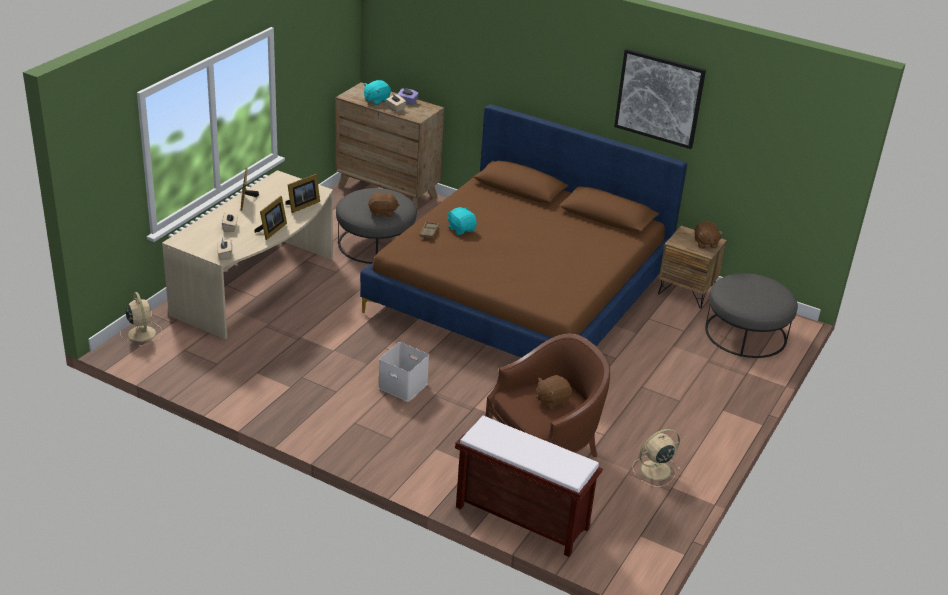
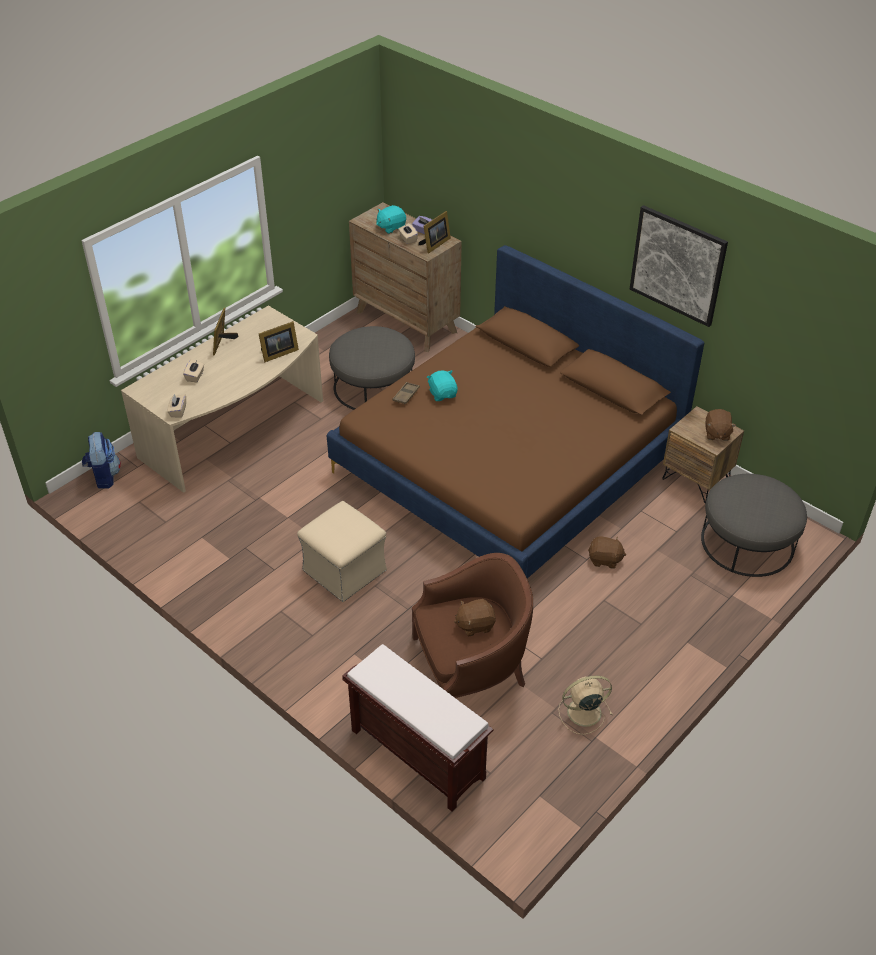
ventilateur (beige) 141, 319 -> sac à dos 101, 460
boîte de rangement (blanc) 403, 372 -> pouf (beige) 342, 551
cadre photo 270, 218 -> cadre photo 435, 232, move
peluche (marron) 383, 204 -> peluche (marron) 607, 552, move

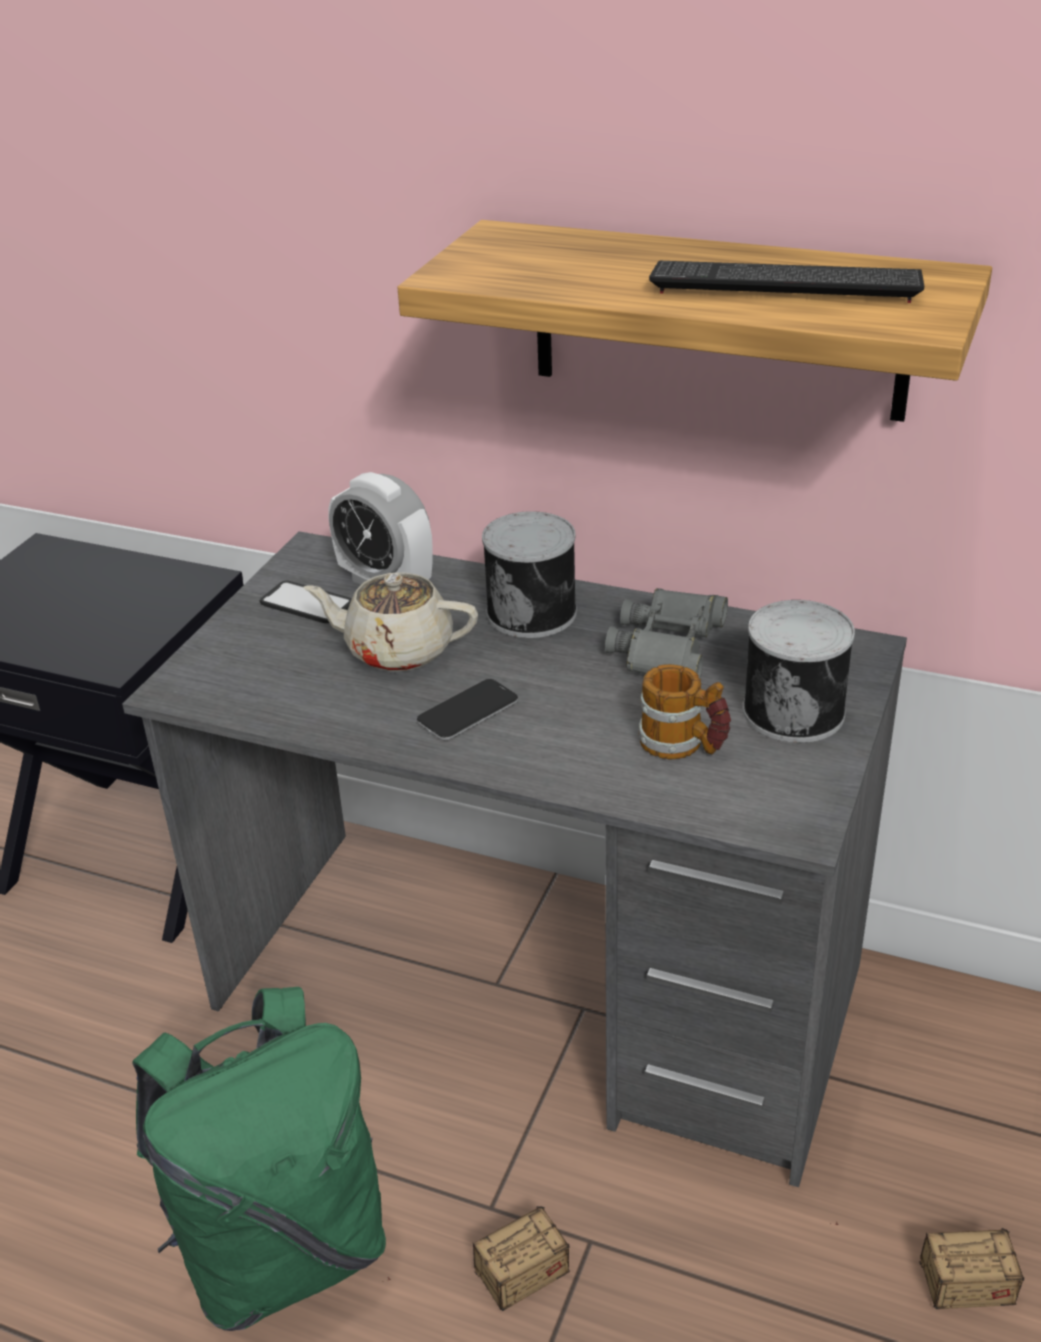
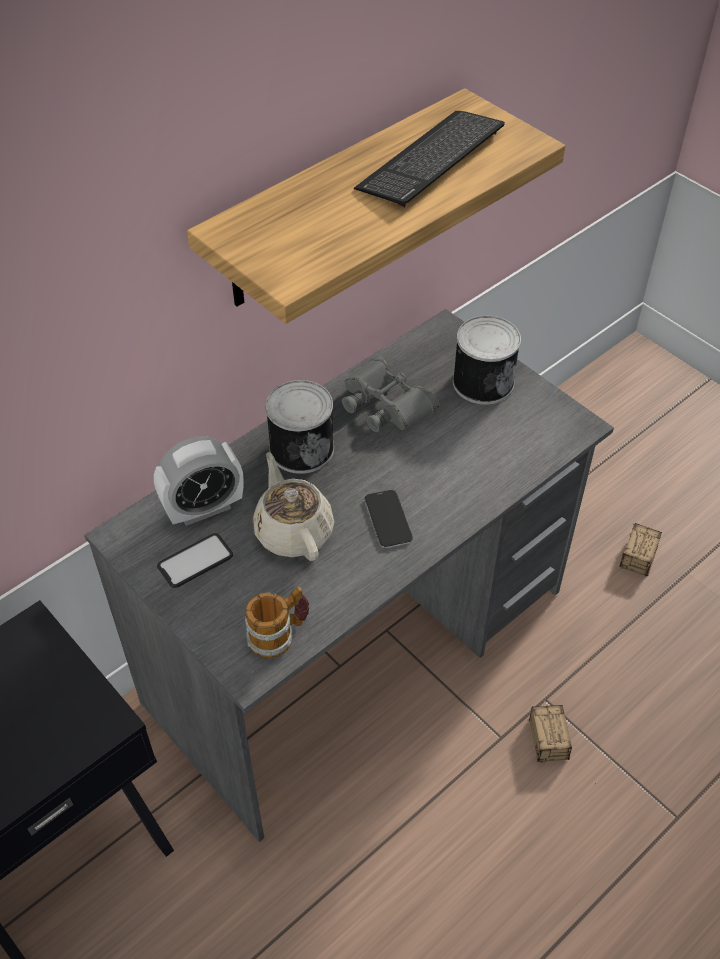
mug 685, 712 -> mug 277, 622, move
théière (beige) 390, 621 -> théière (beige) 293, 506, 120 degrees clockwise
sac à dos (vert) 259, 1159 -> none

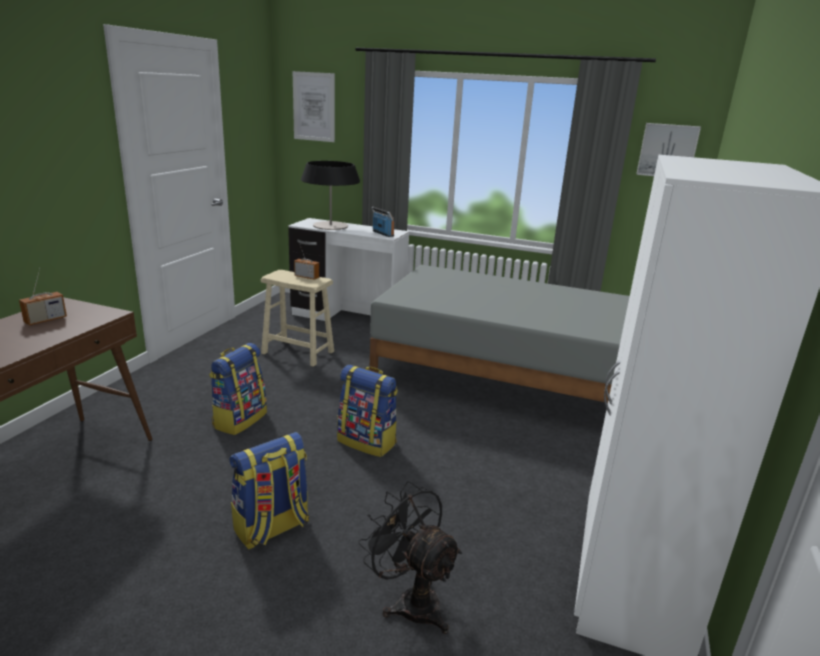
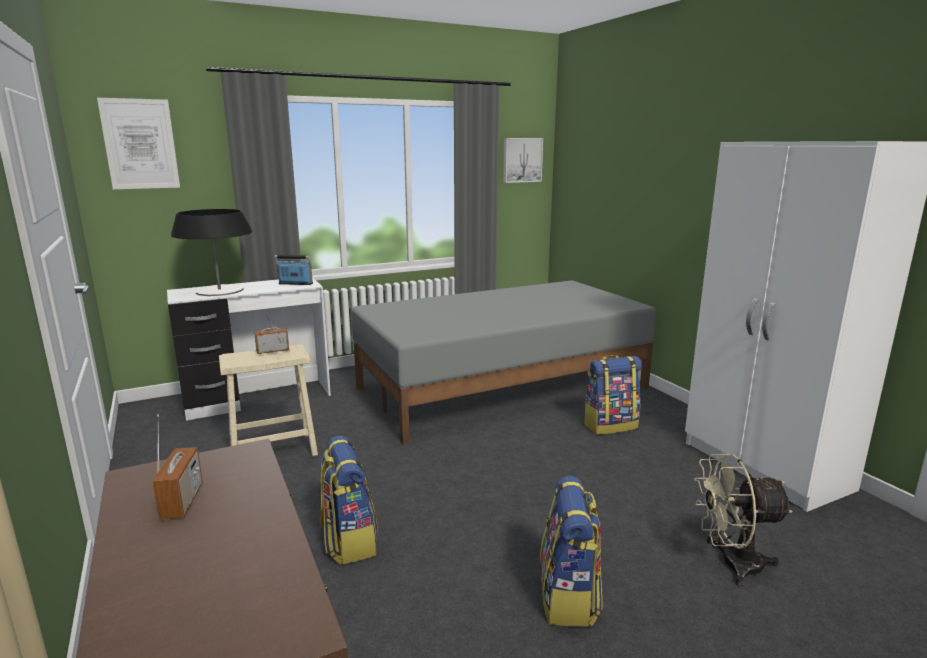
sac à dos 367, 411 -> sac à dos 612, 395, move
ventilateur (noir) 410, 557 -> ventilateur (beige) 743, 519

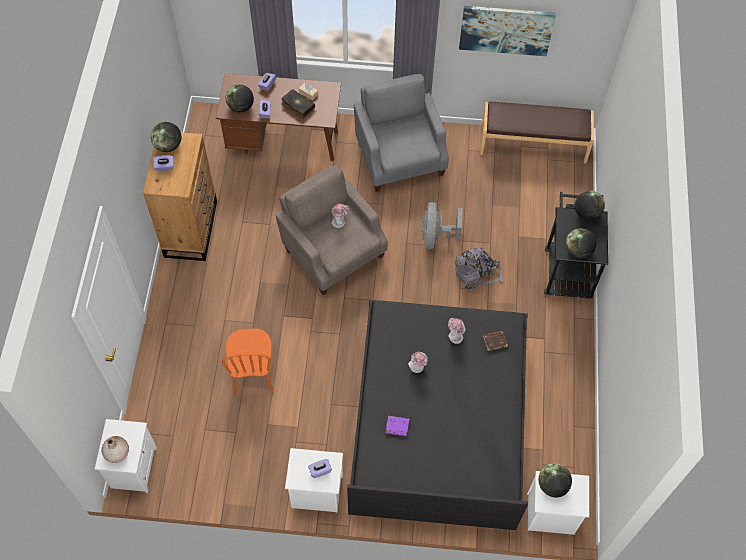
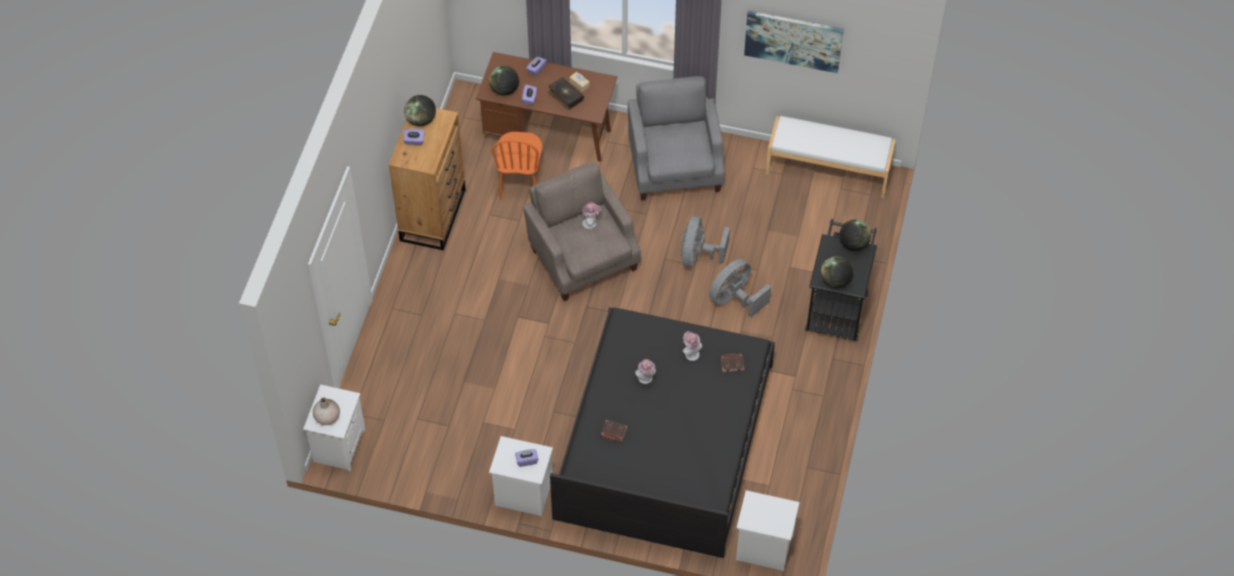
chaise (orange) 247, 361 -> chaise (orange) 517, 165, move
livre (violet) 397, 426 -> livre (marron) 614, 431
sac à dos (gris) 479, 269 -> ventilateur (gris) 740, 288
banc (marron) 537, 132 -> banc (blanc) 831, 157
globe 555, 480 -> none

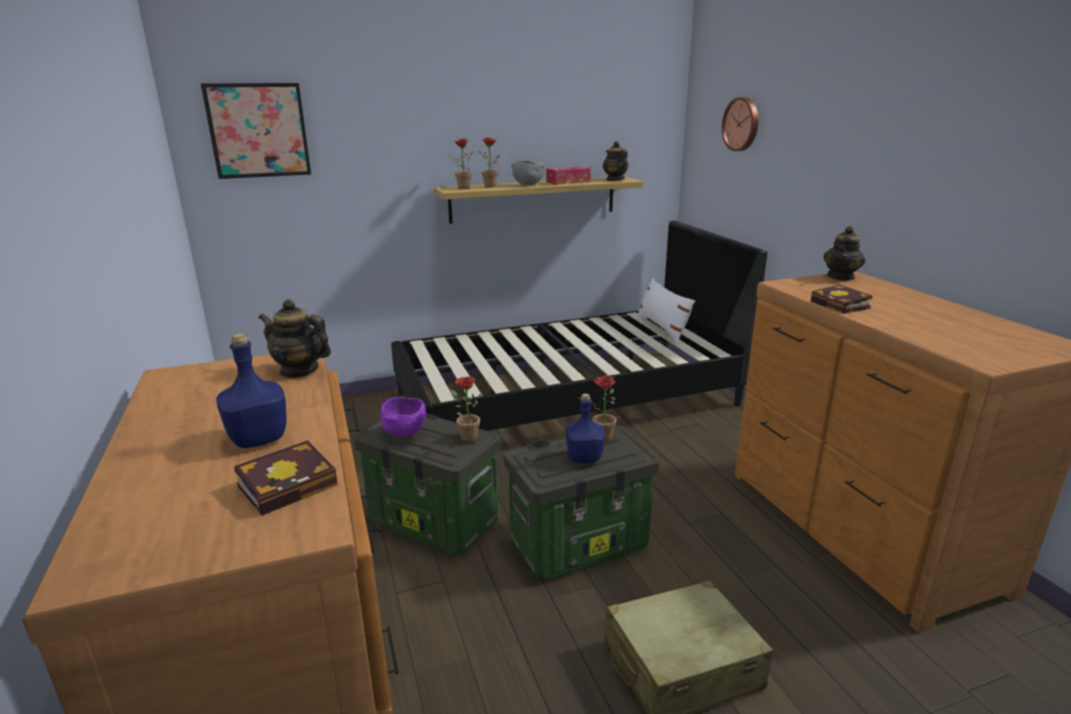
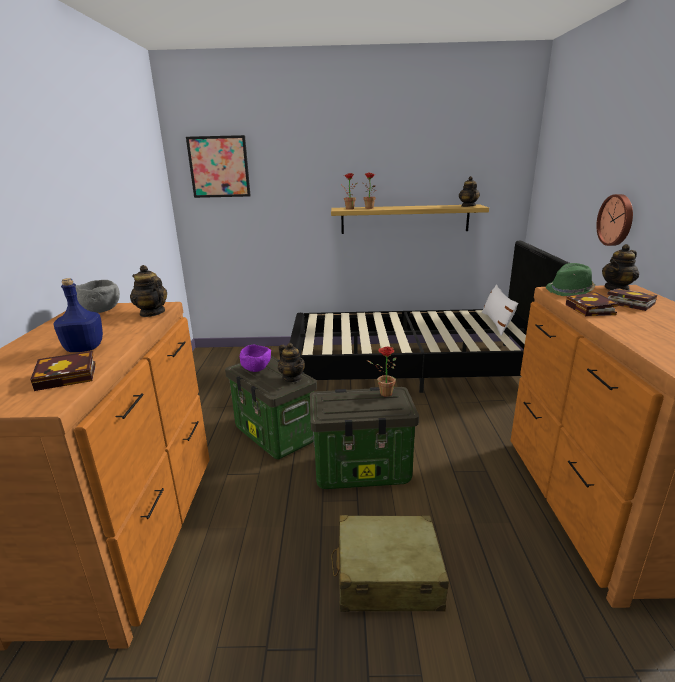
bol (gris) 528, 172 -> bol (gris) 97, 296, move
plante en pot 467, 409 -> théière 291, 362
none -> chapeau (vert) 570, 279
horloge murale 740, 124 -> horloge murale 614, 220, move
none -> livre 632, 299
boîte à mouchoirs 568, 175 -> none
bouteille (bleu) 585, 428 -> none

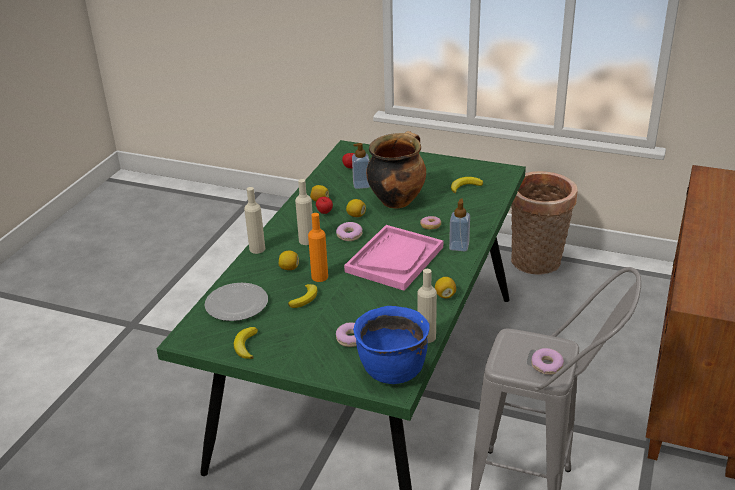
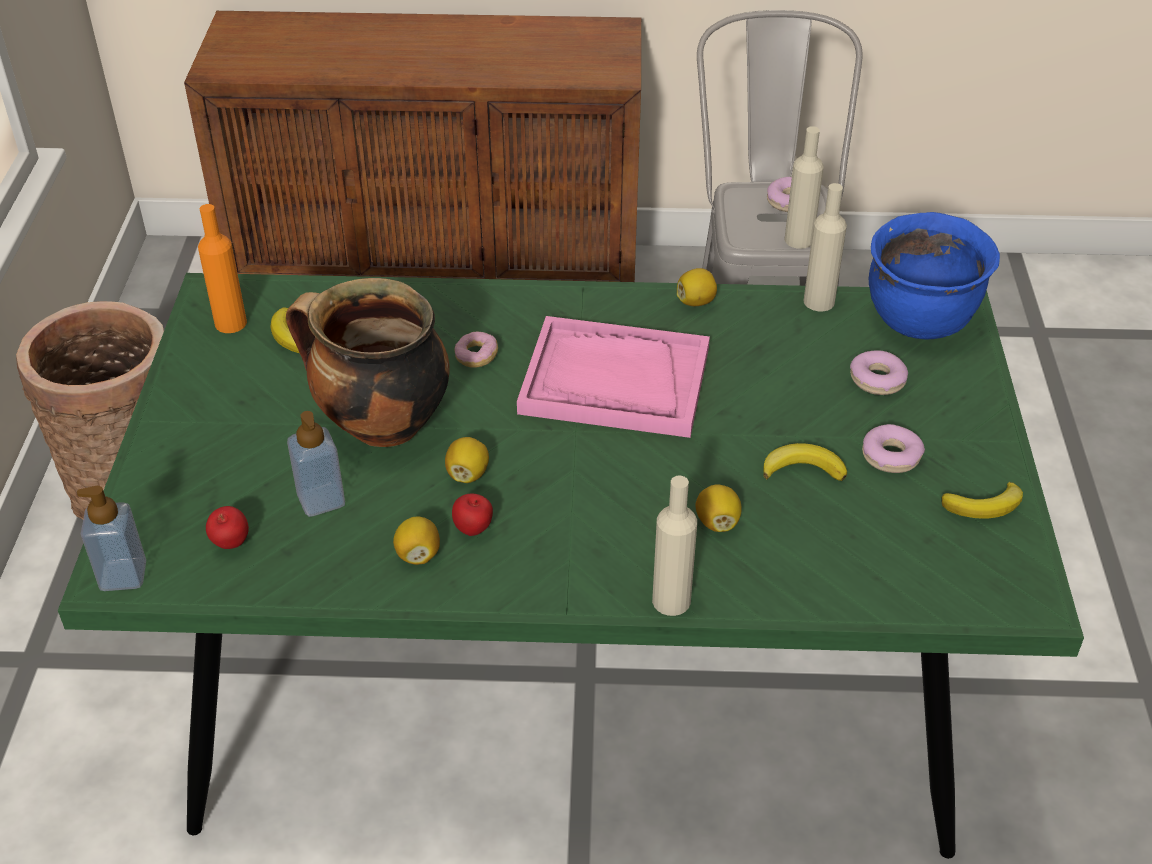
distributeur de savon 459, 225 -> distributeur de savon 111, 538, move
bouteille (orange) 318, 247 -> bouteille (orange) 222, 268, move
bouteille (beige) 304, 212 -> bouteille (beige) 804, 187, move
beignet 349, 231 -> beignet 893, 448, move
assiette 236, 302 -> none

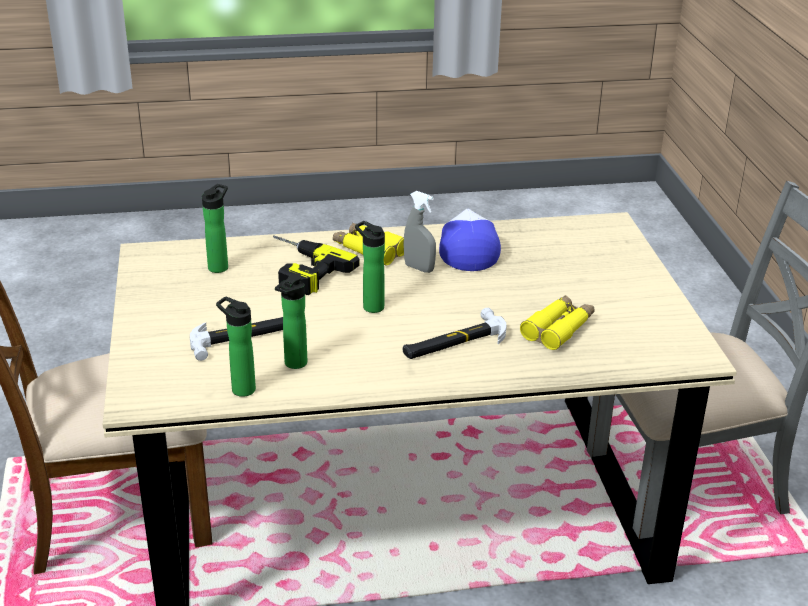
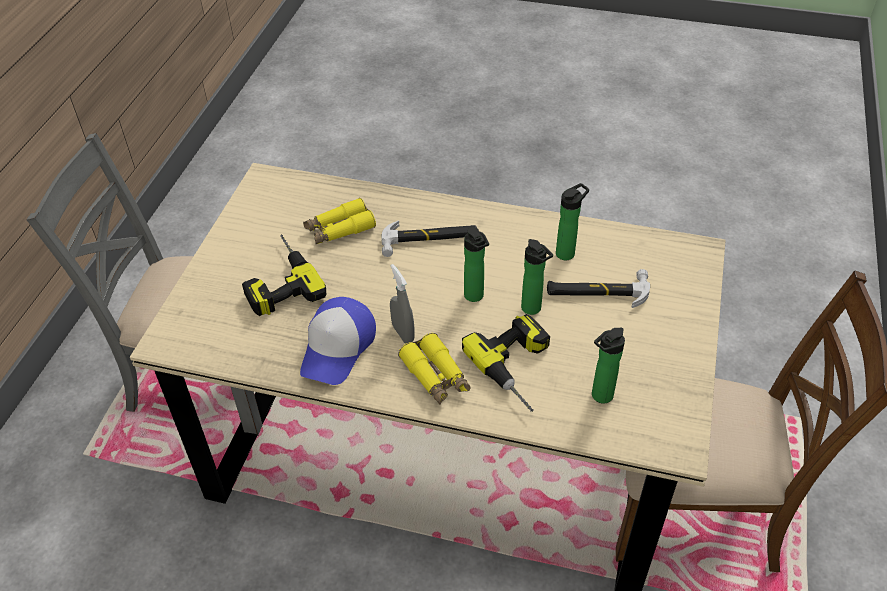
none -> perceuse 284, 275
bouteille 236, 347 -> bouteille 537, 277, move

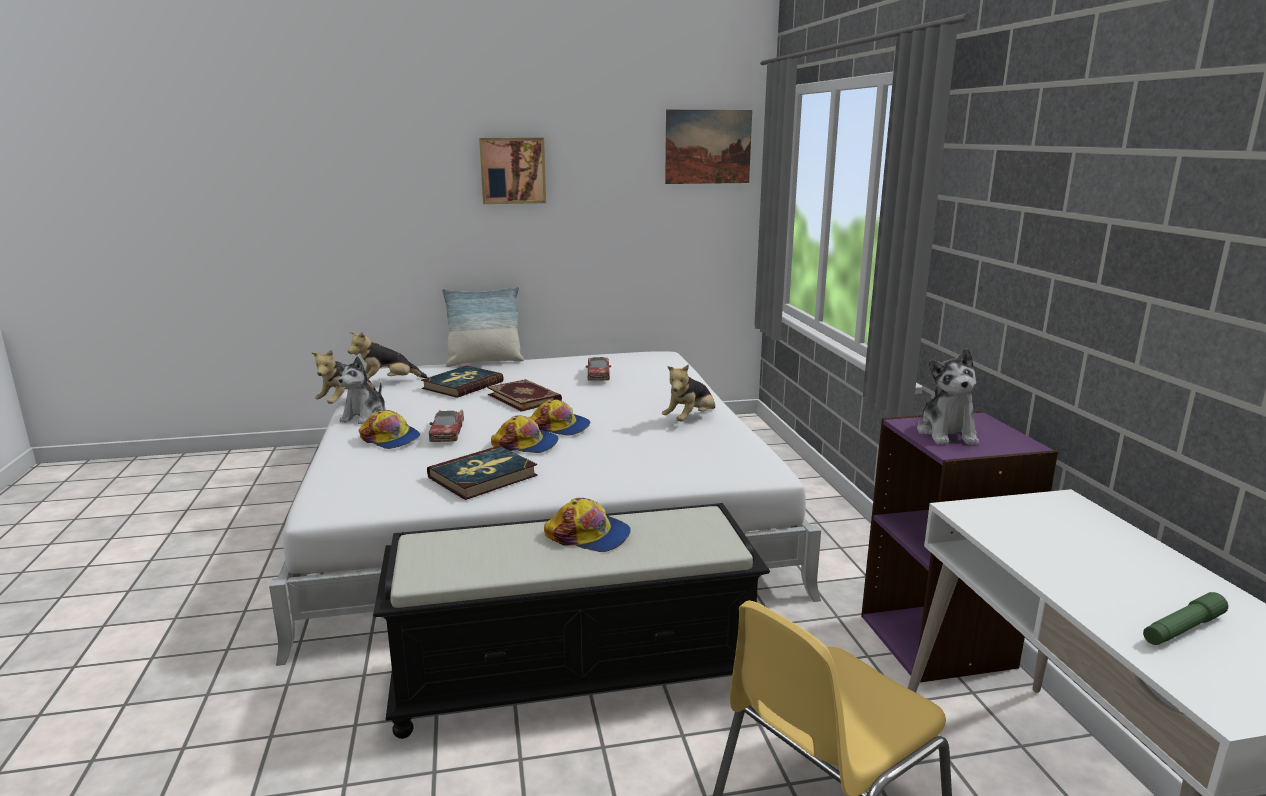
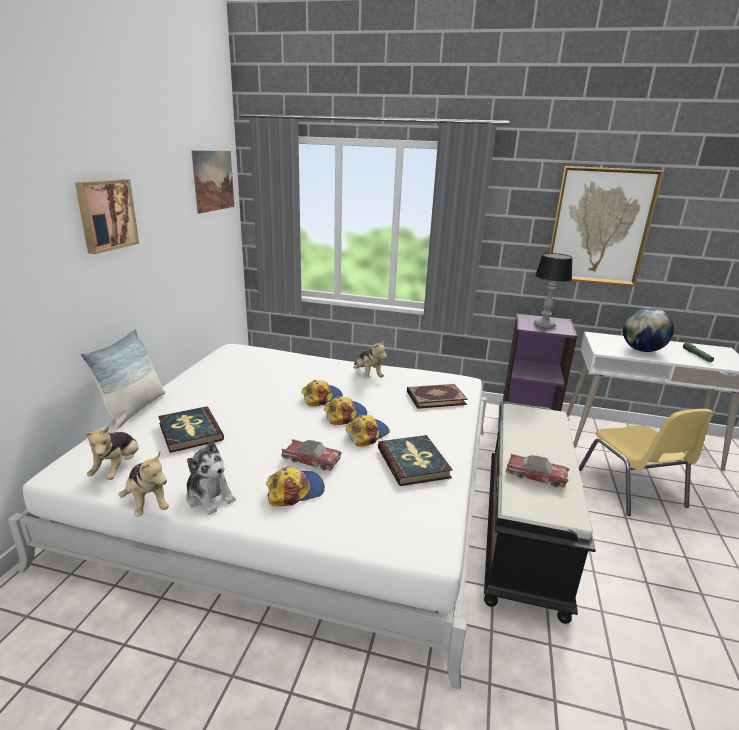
casquette 587, 525 -> casquette 322, 393, move
livre 524, 395 -> livre 437, 396, move
petite voiture 598, 369 -> petite voiture 537, 471, move
peluche 948, 396 -> lampe de table 553, 291
none -> tableau 606, 226
none -> globe 648, 329

